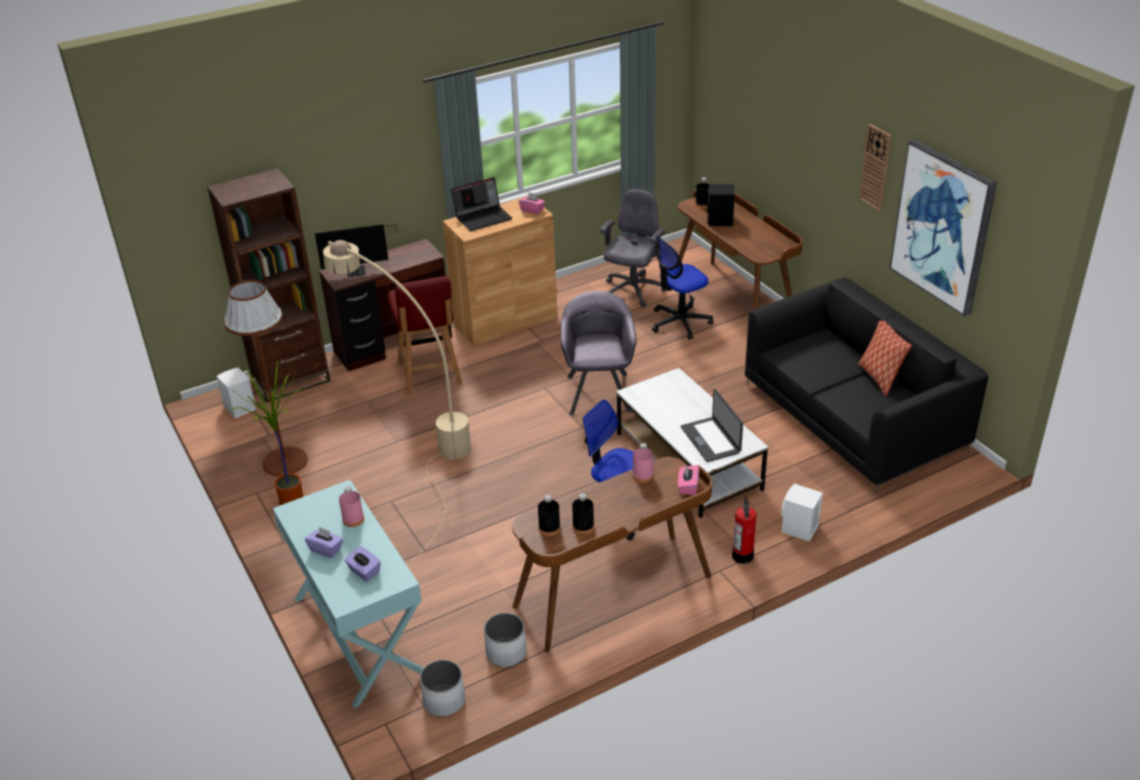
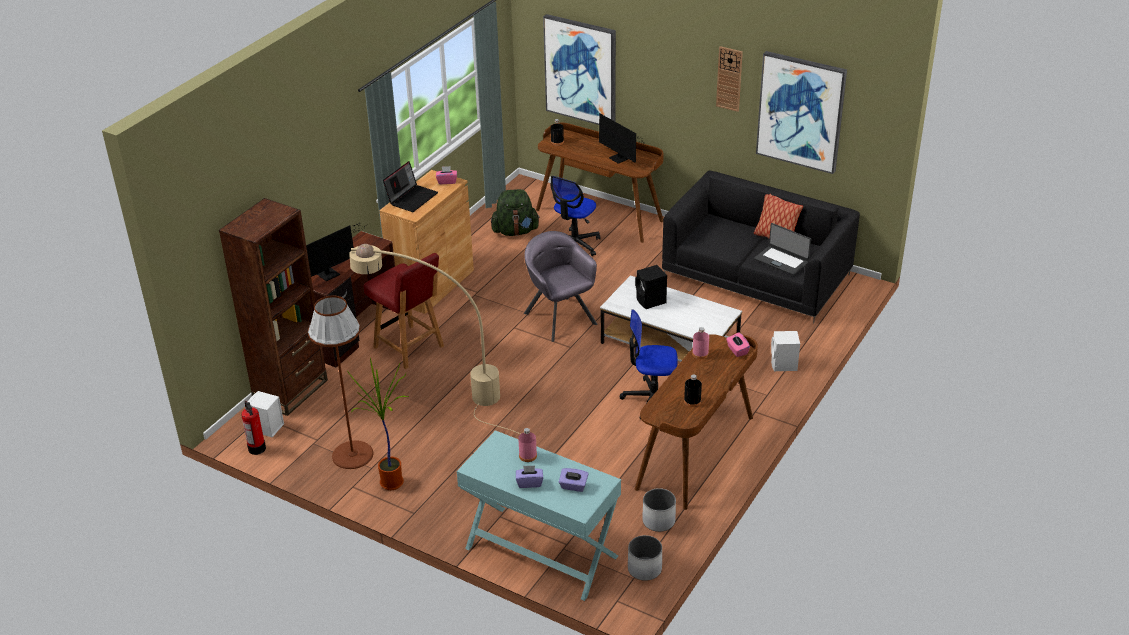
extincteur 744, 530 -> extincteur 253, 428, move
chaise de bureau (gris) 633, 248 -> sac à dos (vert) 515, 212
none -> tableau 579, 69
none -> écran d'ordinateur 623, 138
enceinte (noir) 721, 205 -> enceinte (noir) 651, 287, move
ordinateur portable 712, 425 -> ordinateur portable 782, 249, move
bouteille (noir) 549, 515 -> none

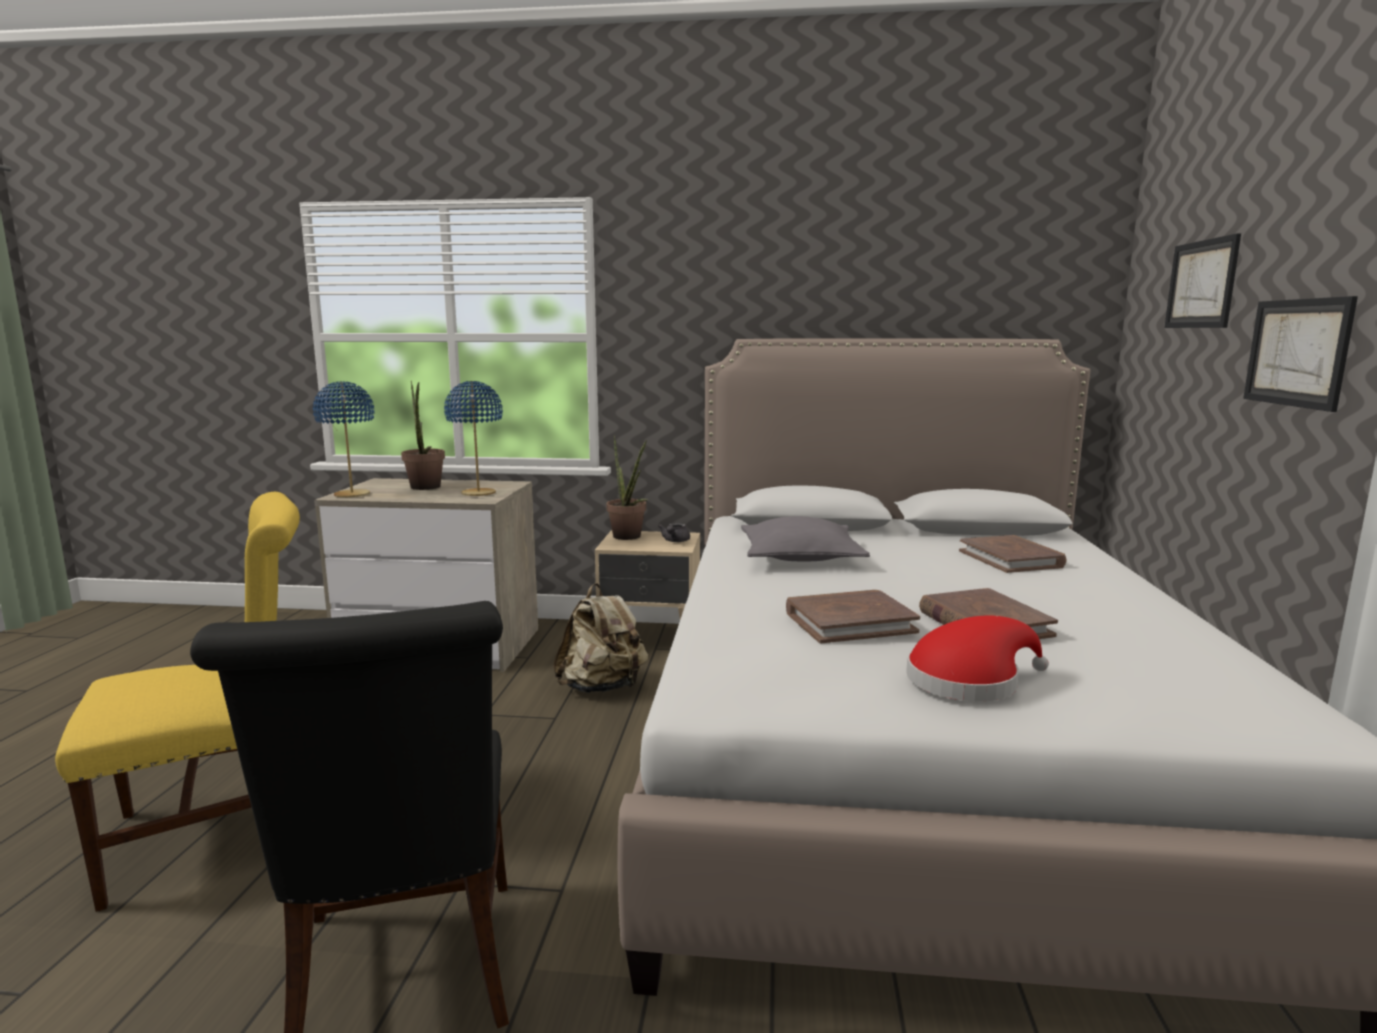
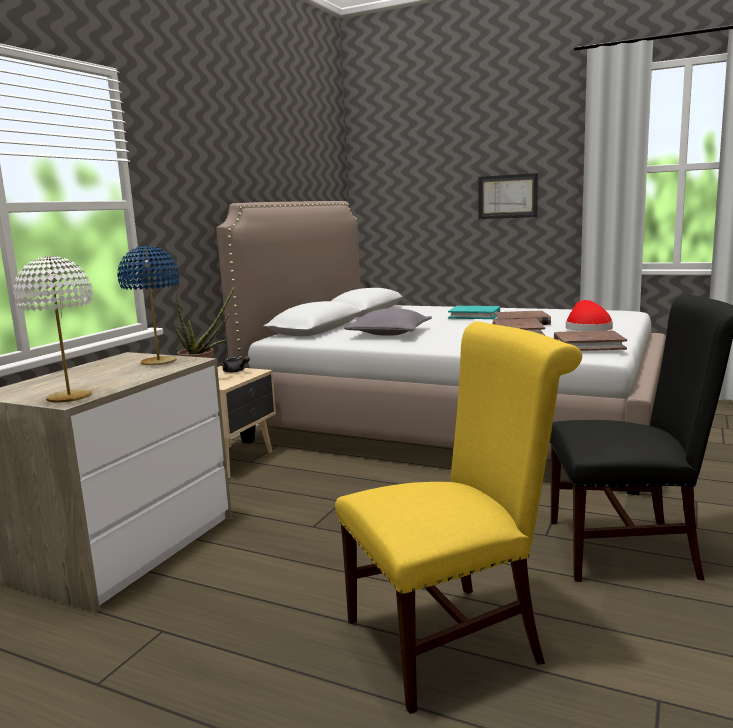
lampe de table (bleu) 344, 439 -> lampe de table (blanc) 53, 329
chaise (jaune) 177, 702 -> chaise (jaune) 458, 517, 75 degrees clockwise
none -> livre (turquoise) 474, 312
livre (marron) 1013, 554 -> livre (marron) 590, 340, move
plante en pot 423, 435 -> none
sac à dos (beige) 600, 638 -> none
tableau 1202, 280 -> none

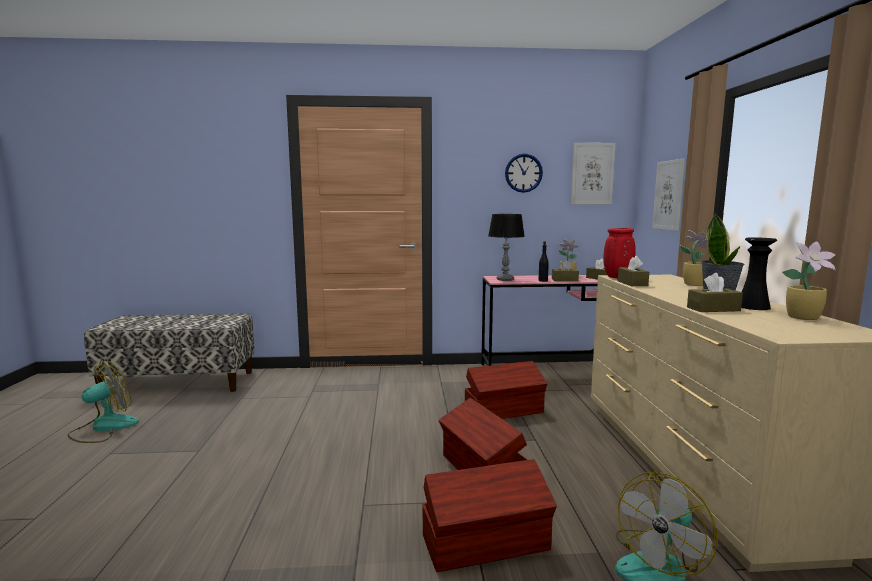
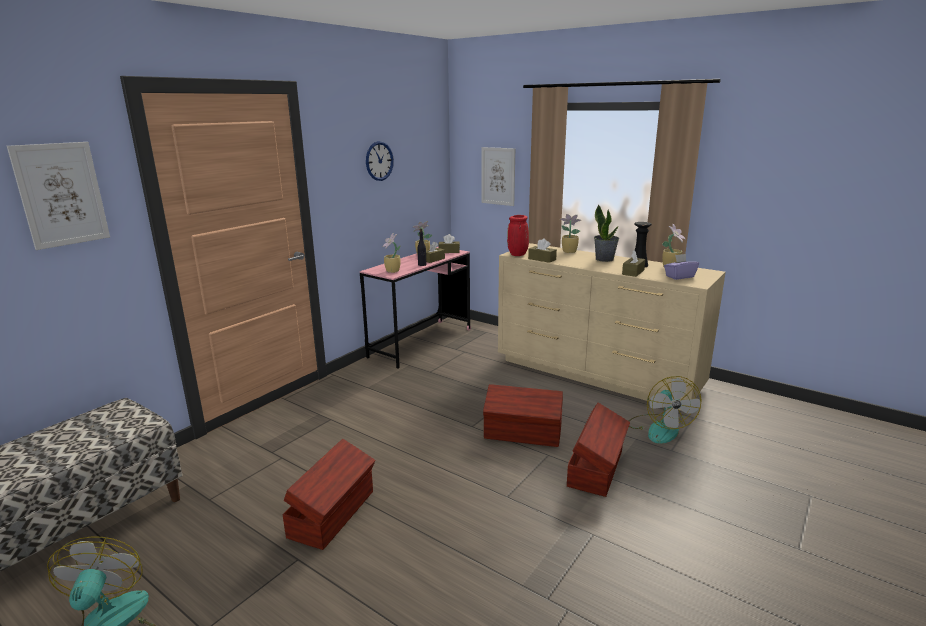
tableau 593, 173 -> tableau 58, 196, move
boîte de rangement (marron) 506, 390 -> boîte de rangement (marron) 329, 494, move
lampe de table 506, 247 -> plante en pot 391, 253
none -> boîte à mouchoirs (violet) 681, 267

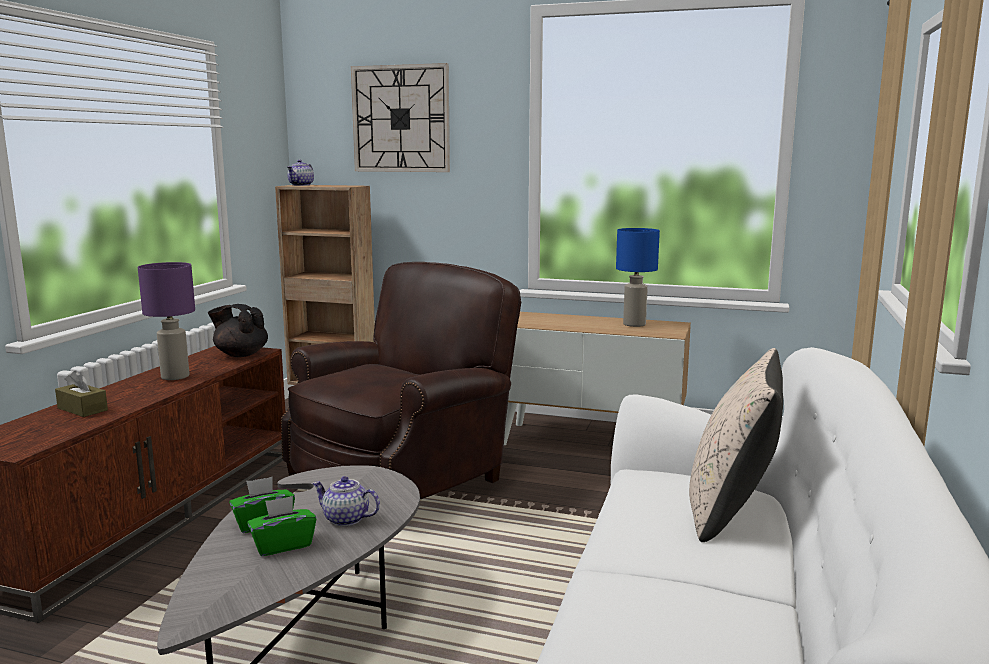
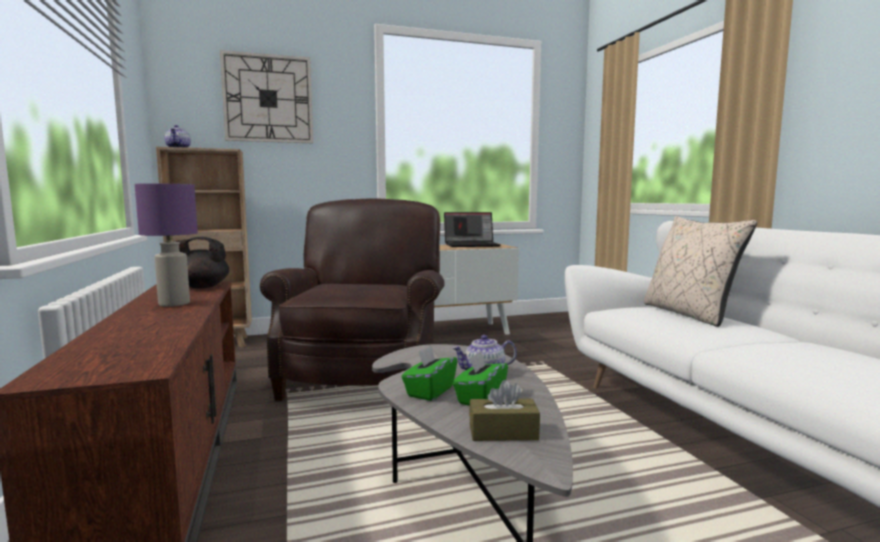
lampe de table (bleu) 638, 277 -> ordinateur portable 472, 229
boîte à mouchoirs (marron) 81, 393 -> boîte à mouchoirs (marron) 504, 410, move

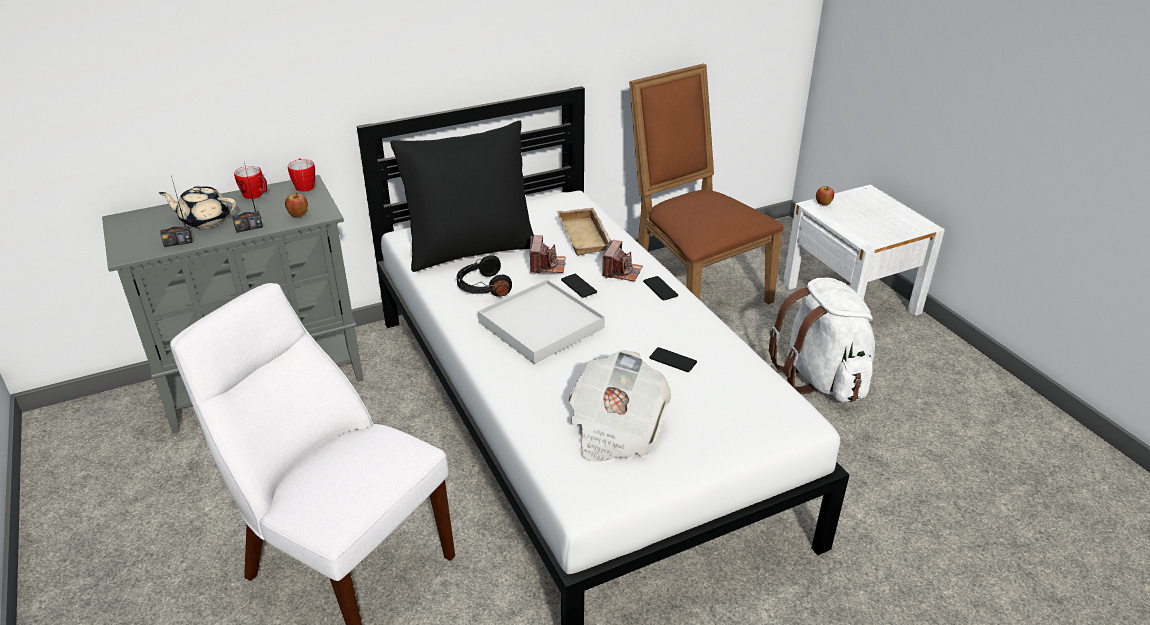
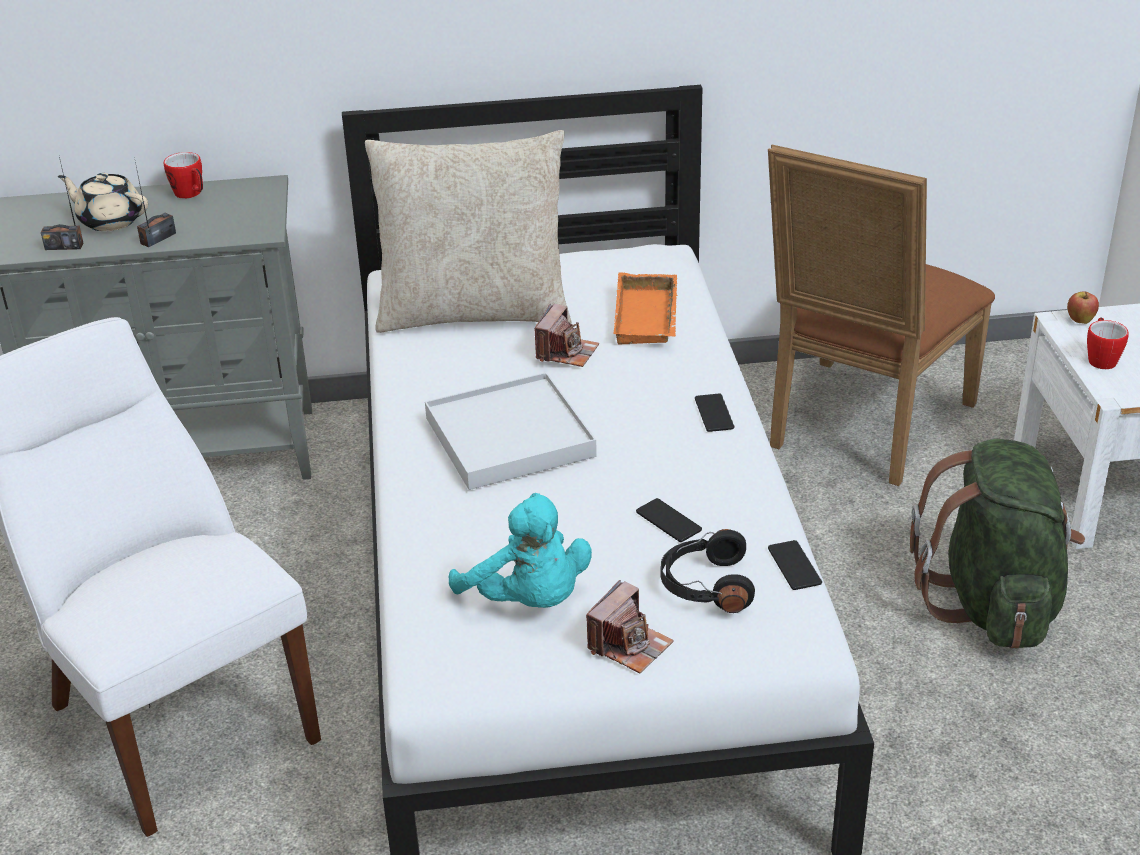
radio 247, 198 -> radio 155, 202, 135 degrees clockwise
coussin (noir) 462, 196 -> coussin (beige) 468, 231
journal 620, 406 -> peluche (turquoise) 520, 550
appareil photo 622, 261 -> appareil photo 630, 626, move
plateau (beige) 584, 232 -> plateau (orange) 645, 308
casque audio (noir) 484, 276 -> casque audio (noir) 708, 571, move
chaise (marron) 706, 184 -> chaise (marron) 881, 315, 135 degrees counterclockwise
téléphone 579, 286 -> téléphone 795, 565, move
sac à dos (blanc) 822, 340 -> sac à dos (vert) 997, 544
mug 301, 175 -> mug 1108, 343, move
pomme 296, 204 -> none

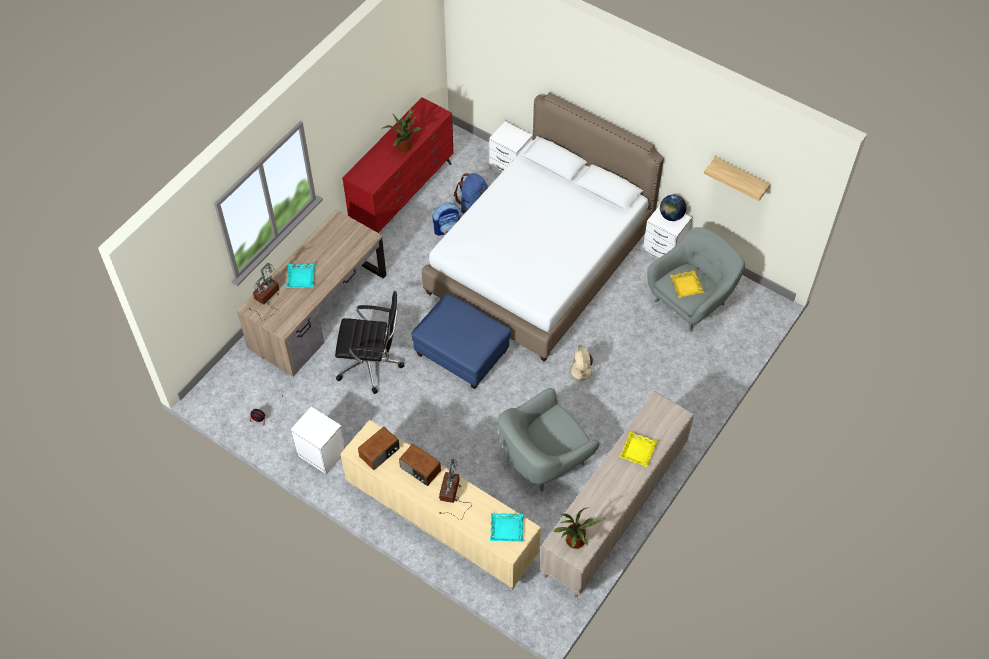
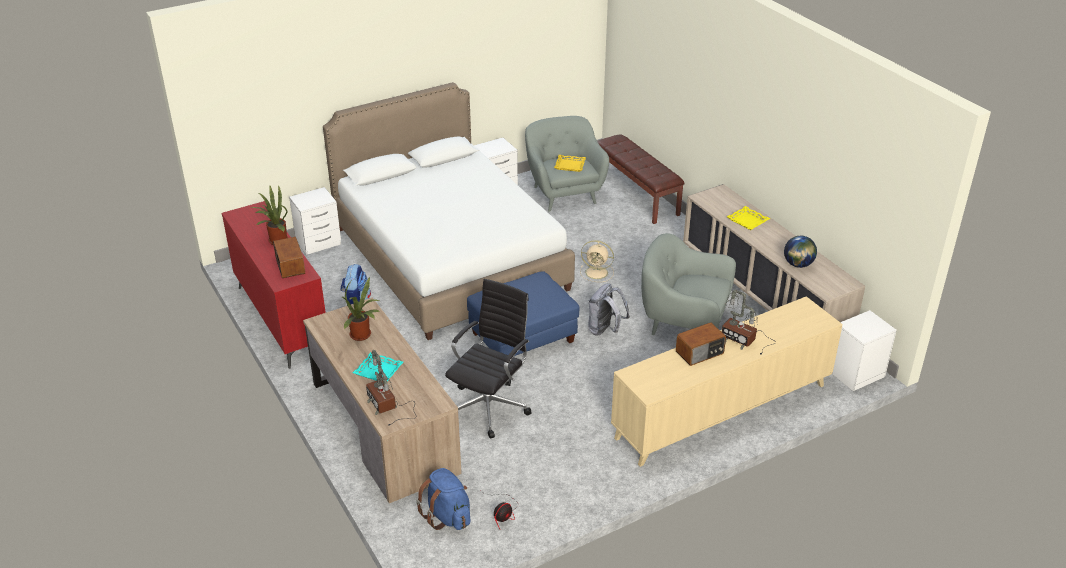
radio 379, 448 -> radio 289, 257, move
plante en pot 579, 528 -> plante en pot 361, 309, move
sac à dos (bleu) 471, 193 -> sac à dos (bleu) 443, 499, move
none -> sac à dos (gris) 609, 309
none -> banc (marron) 641, 179
fauteuil (gris) 549, 440 -> fauteuil (gris) 688, 284, 120 degrees clockwise
globe 673, 208 -> globe 800, 252, move
table de chevet (blanc) 318, 441 -> table de chevet (blanc) 864, 350, move
plateau (turquoise) 507, 527 -> none
étagère 737, 179 -> none

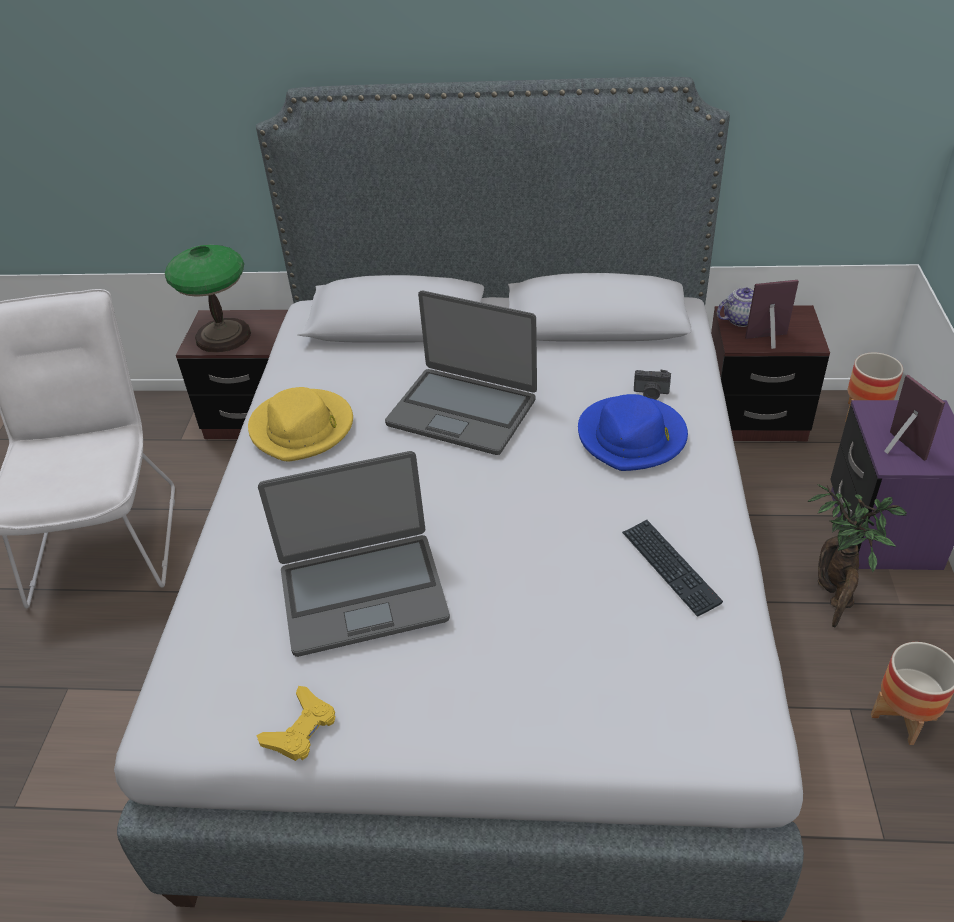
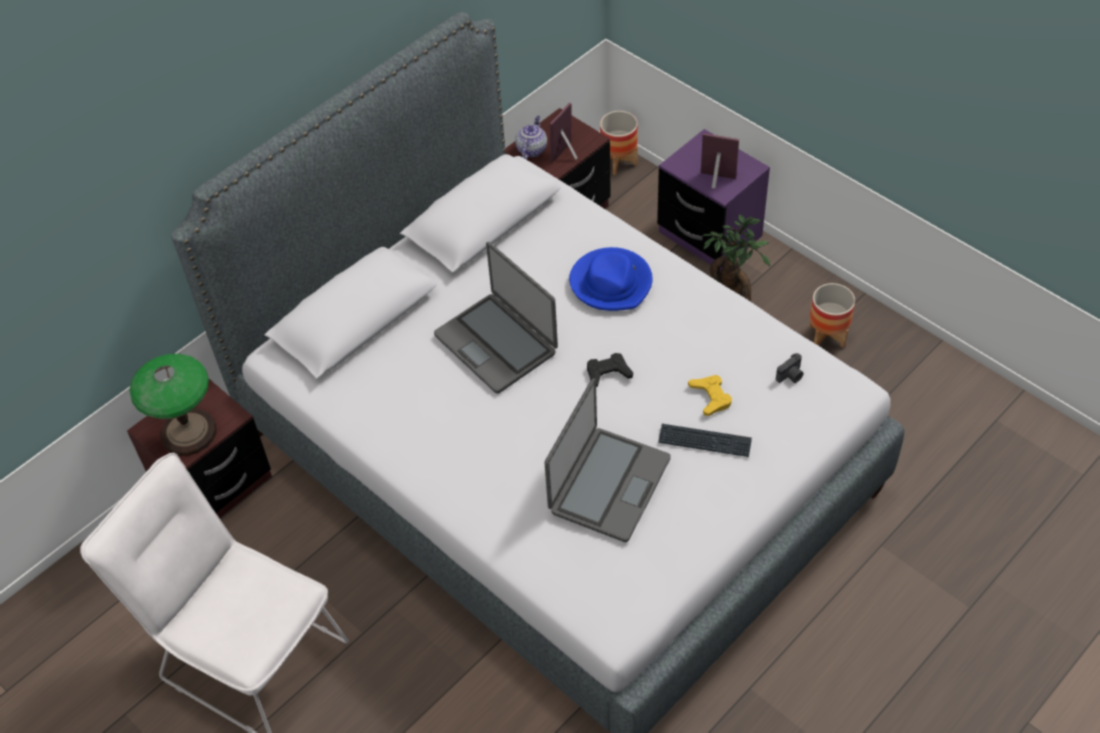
ordinateur portable 461, 373 -> ordinateur portable 496, 318, 75 degrees clockwise
none -> manette (noir) 610, 370
clavier 672, 568 -> clavier 705, 440, move
manette (jaune) 295, 723 -> manette (jaune) 710, 395, move
appareil photo 652, 385 -> appareil photo 790, 368, move
chapeau (jaune) 300, 424 -> none

